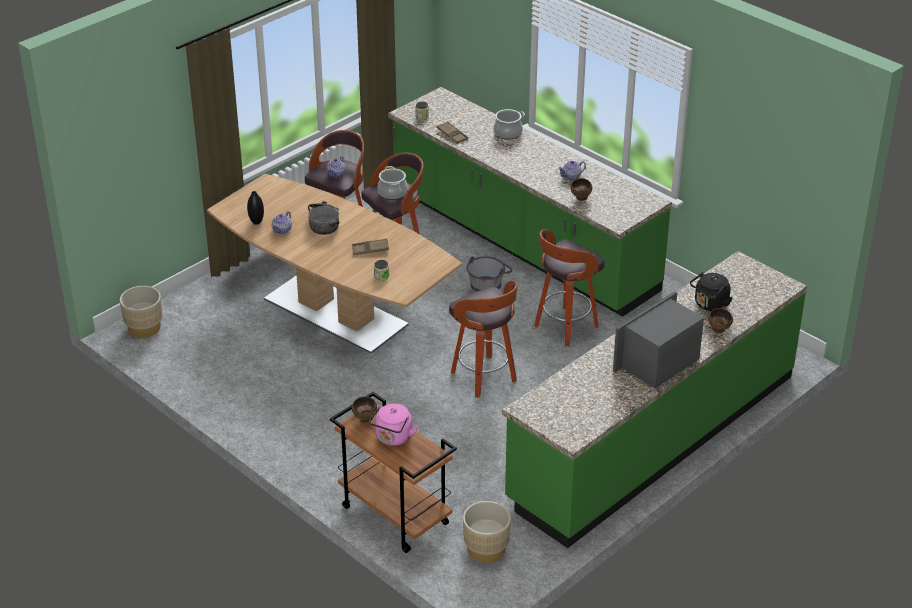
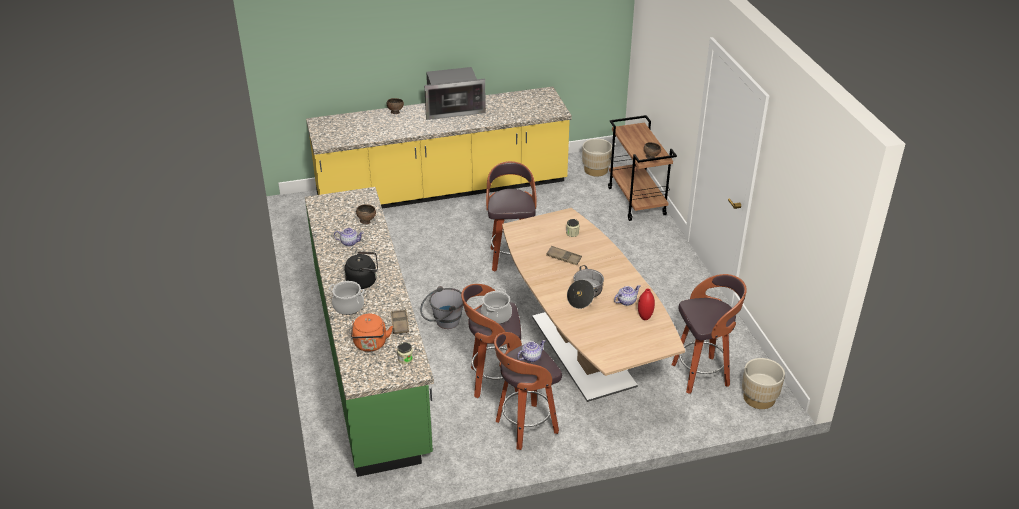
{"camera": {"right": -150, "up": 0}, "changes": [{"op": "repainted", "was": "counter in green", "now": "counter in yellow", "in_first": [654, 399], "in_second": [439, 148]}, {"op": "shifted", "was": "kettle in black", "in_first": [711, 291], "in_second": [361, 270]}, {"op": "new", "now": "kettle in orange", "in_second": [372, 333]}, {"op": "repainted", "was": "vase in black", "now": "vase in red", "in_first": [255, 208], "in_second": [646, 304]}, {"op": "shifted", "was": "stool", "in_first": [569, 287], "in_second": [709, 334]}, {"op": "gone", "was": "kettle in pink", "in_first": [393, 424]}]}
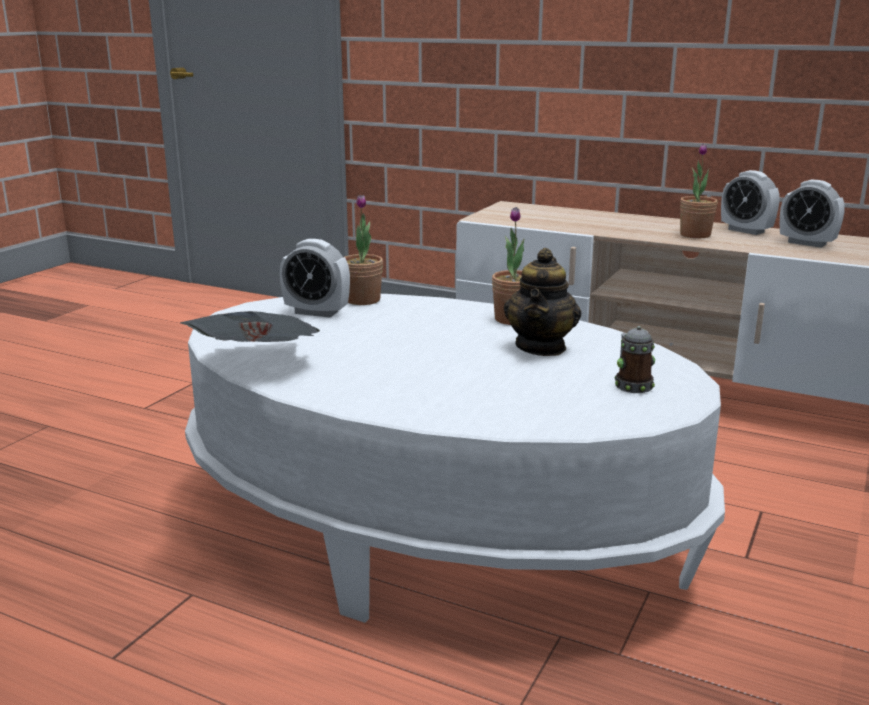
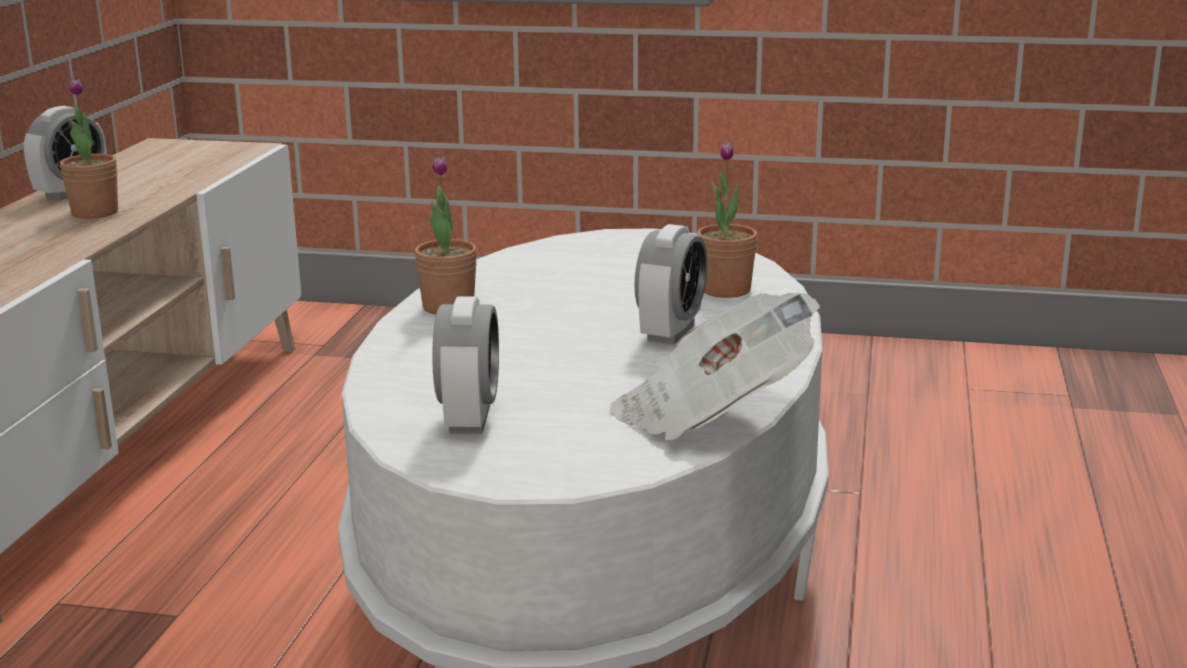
{"camera": {"right": -105, "up": 0}, "changes": [{"op": "shifted", "was": "alarm clock", "in_first": [812, 213], "in_second": [670, 284]}, {"op": "shifted", "was": "potted plant", "in_first": [363, 250], "in_second": [727, 219]}, {"op": "gone", "was": "teapot", "in_first": [542, 302]}, {"op": "gone", "was": "mug", "in_first": [635, 359]}]}
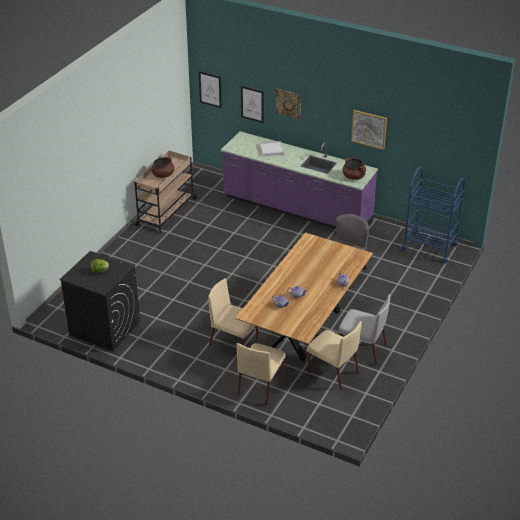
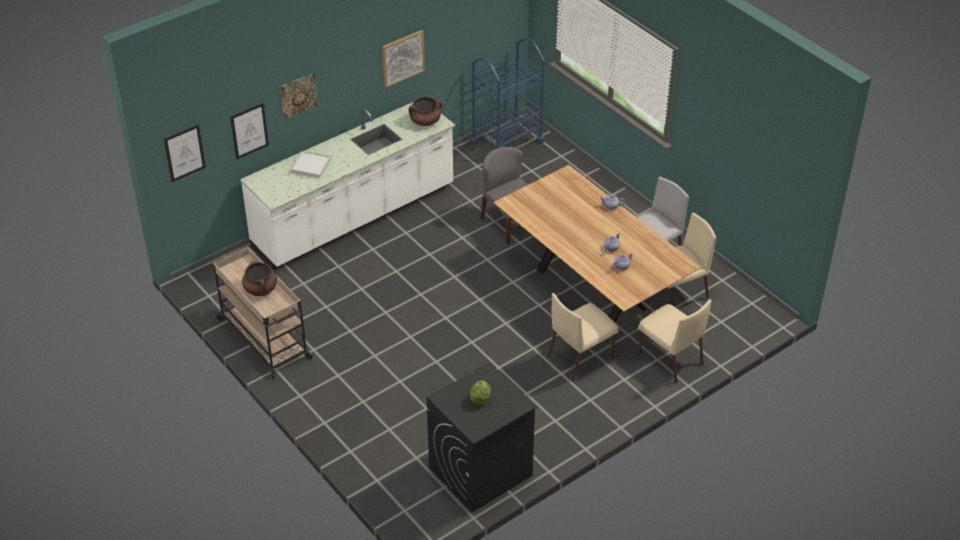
{"camera": {"right": -65, "up": 5}, "changes": [{"op": "repainted", "was": "counter in purple", "now": "counter in white", "in_first": [299, 180], "in_second": [347, 186]}]}
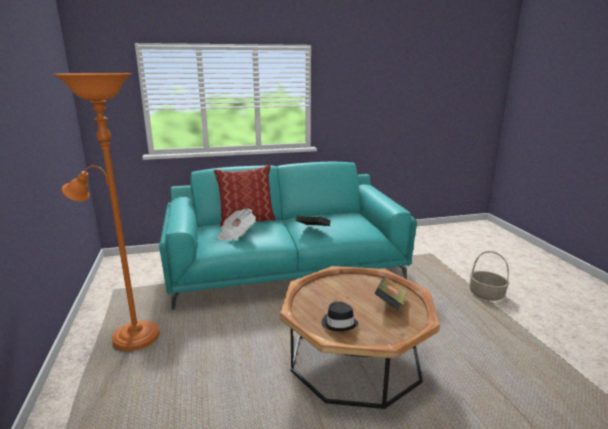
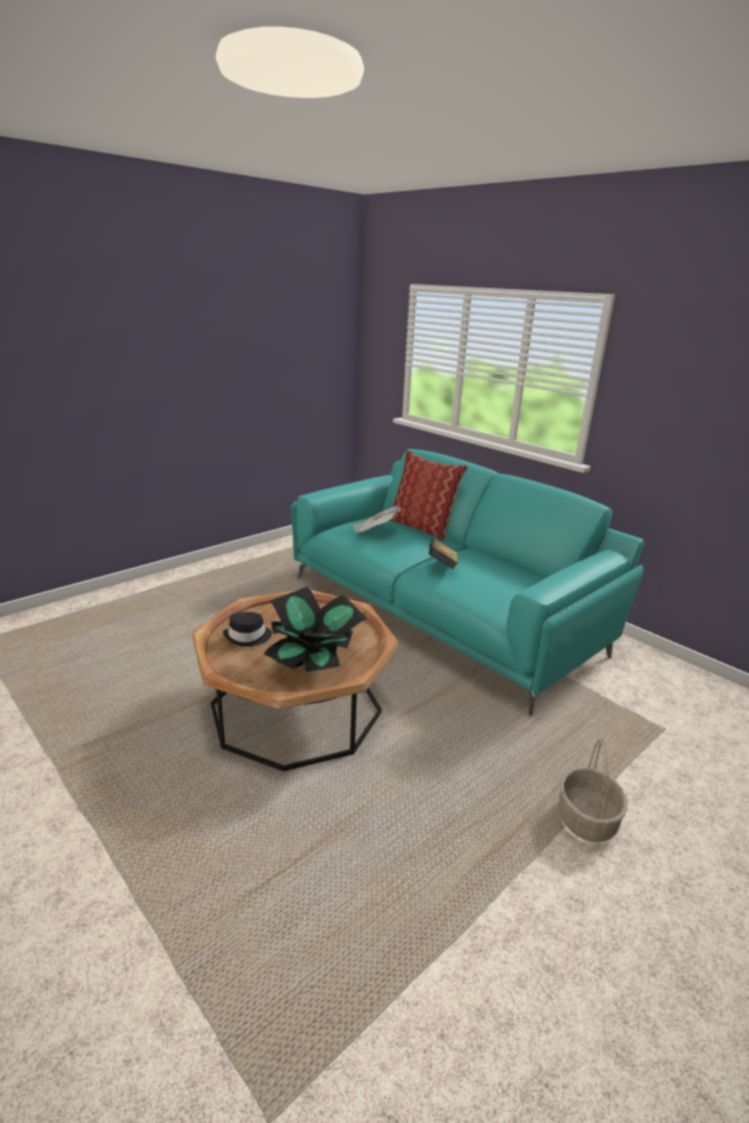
{"camera": {"right": 60, "up": 5}, "changes": [{"op": "swapped", "was": "book", "now": "potted plant", "in_first": [390, 294], "in_second": [315, 629]}, {"op": "gone", "was": "floor lamp in orange", "in_first": [106, 212]}]}
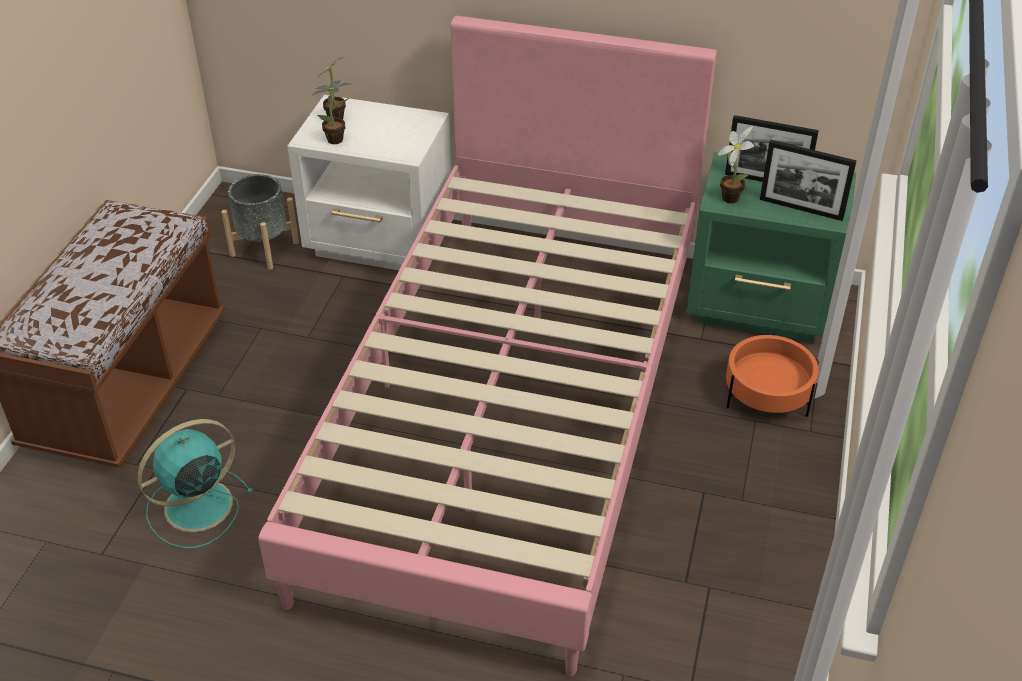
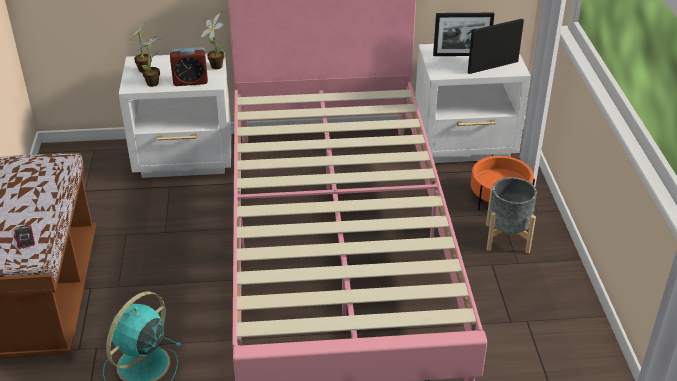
{"camera": {"right": -20, "up": -5}, "changes": [{"op": "new", "now": "phone", "in_second": [24, 236]}, {"op": "new", "now": "alarm clock", "in_second": [189, 66]}, {"op": "shifted", "was": "potted plant", "in_first": [736, 165], "in_second": [212, 41]}, {"op": "repainted", "was": "nightstand in green", "now": "nightstand in white", "in_first": [771, 247], "in_second": [473, 103]}, {"op": "rotated", "was": "picture frame", "in_first": [808, 180], "in_second": [496, 46], "clockwise": 150}, {"op": "shifted", "was": "planter in grey", "in_first": [260, 222], "in_second": [511, 215]}]}
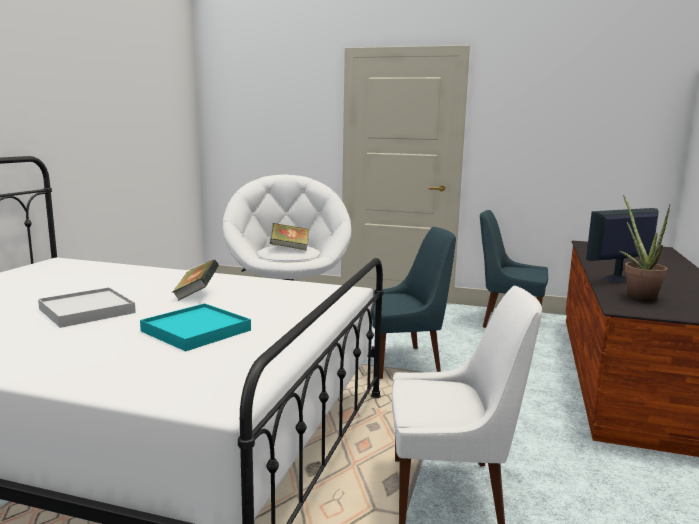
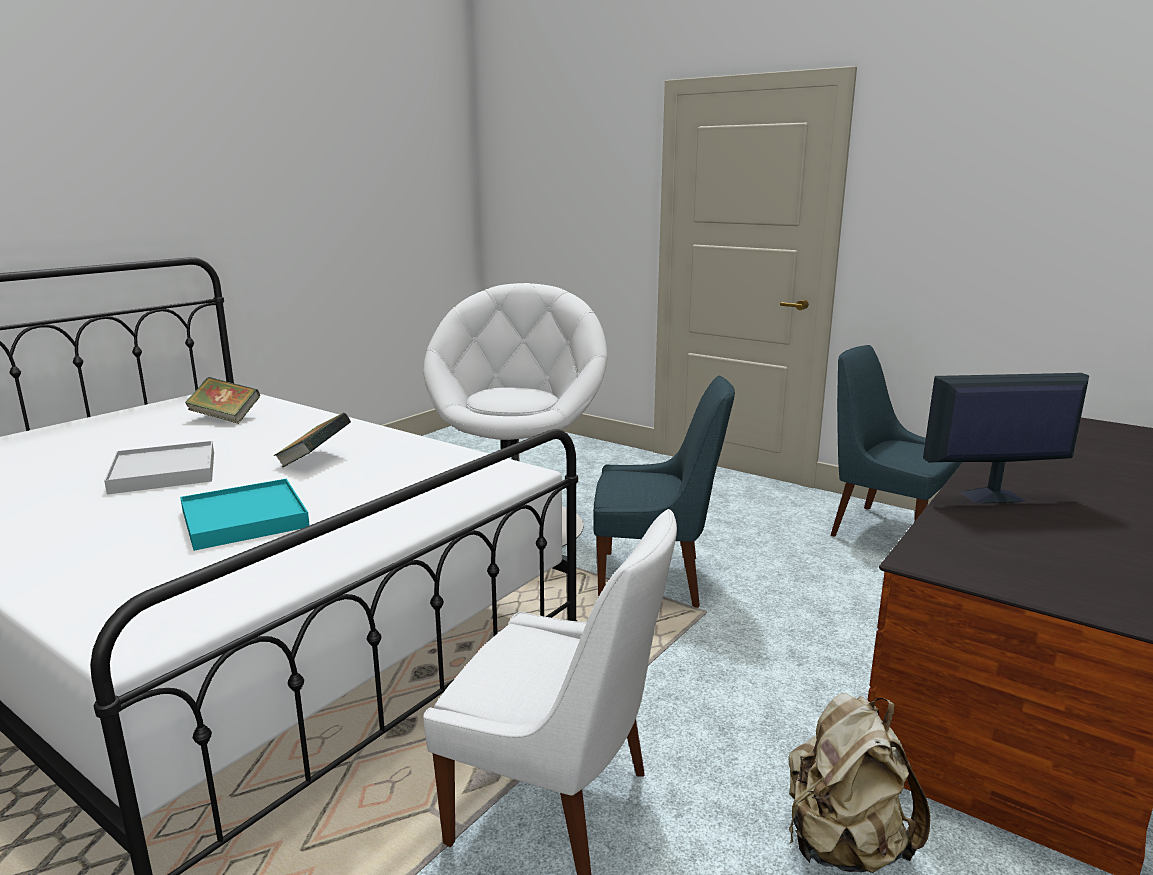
{"camera": {"right": 20, "up": 5}, "changes": [{"op": "shifted", "was": "book", "in_first": [289, 237], "in_second": [222, 400]}, {"op": "new", "now": "backpack in beige", "in_second": [859, 783]}, {"op": "gone", "was": "potted plant", "in_first": [644, 248]}]}
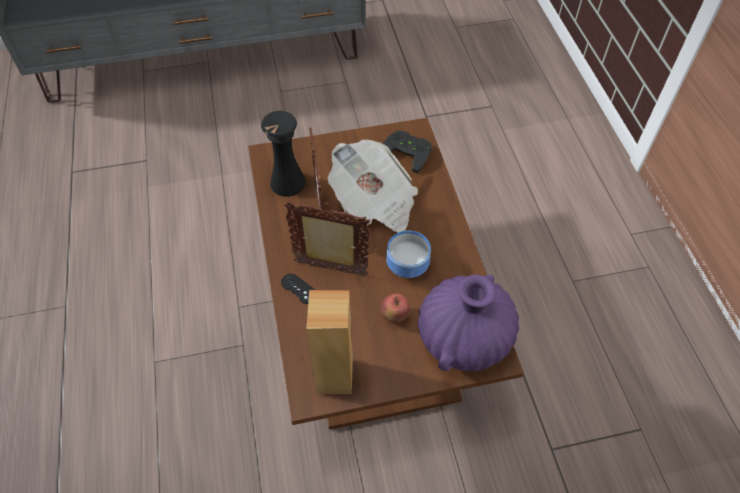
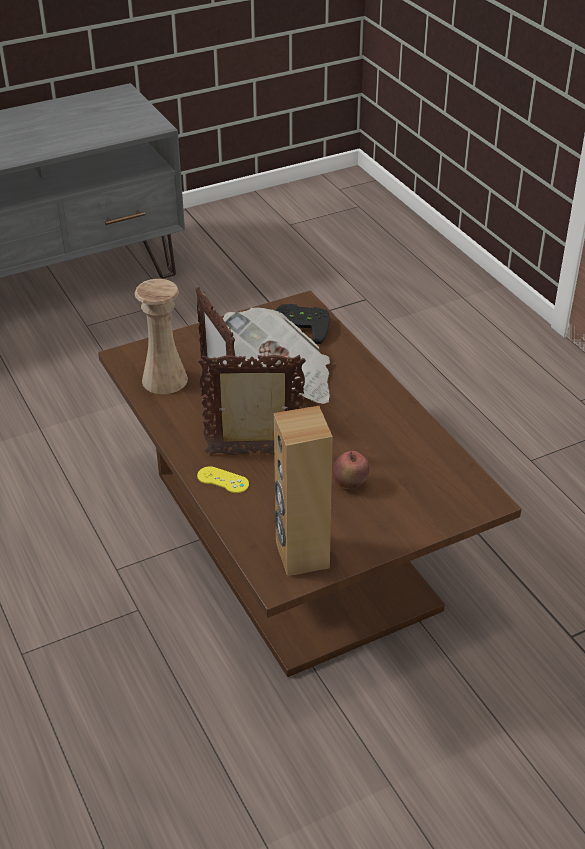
{"camera": {"right": -15, "up": -15}, "changes": [{"op": "repainted", "was": "vase in black", "now": "vase in beige", "in_first": [283, 154], "in_second": [161, 336]}, {"op": "repainted", "was": "game controller in black", "now": "game controller in yellow", "in_first": [298, 289], "in_second": [223, 479]}, {"op": "gone", "was": "bowl", "in_first": [408, 254]}, {"op": "gone", "was": "vase in purple", "in_first": [468, 323]}]}
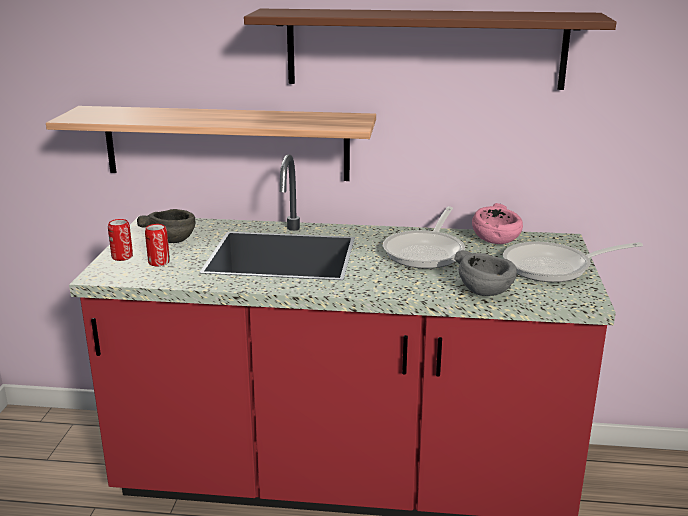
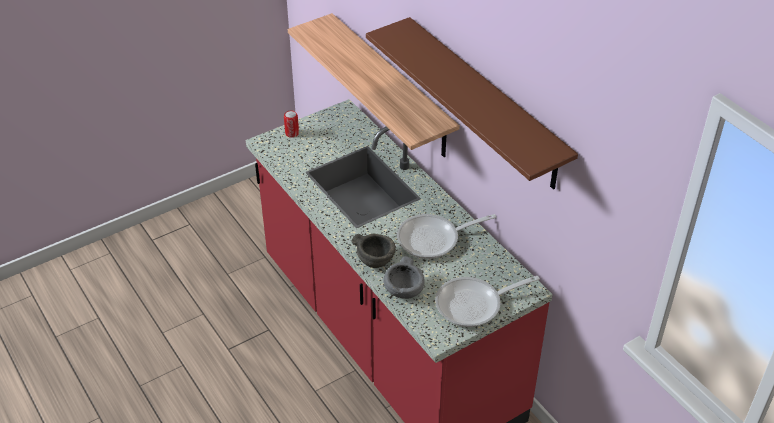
{"camera": {"right": 50, "up": 20}, "changes": [{"op": "shifted", "was": "bowl in grey", "in_first": [166, 226], "in_second": [374, 251]}, {"op": "rotated", "was": "frying pan", "in_first": [573, 262], "in_second": [487, 301], "clockwise": -60}, {"op": "gone", "was": "can", "in_first": [157, 245]}, {"op": "gone", "was": "bowl in pink", "in_first": [497, 223]}]}
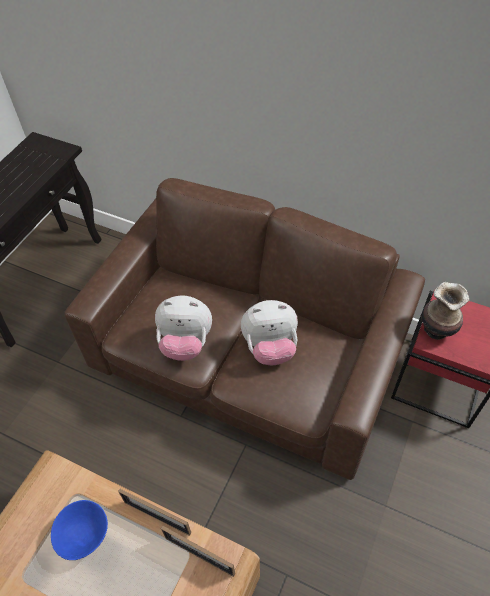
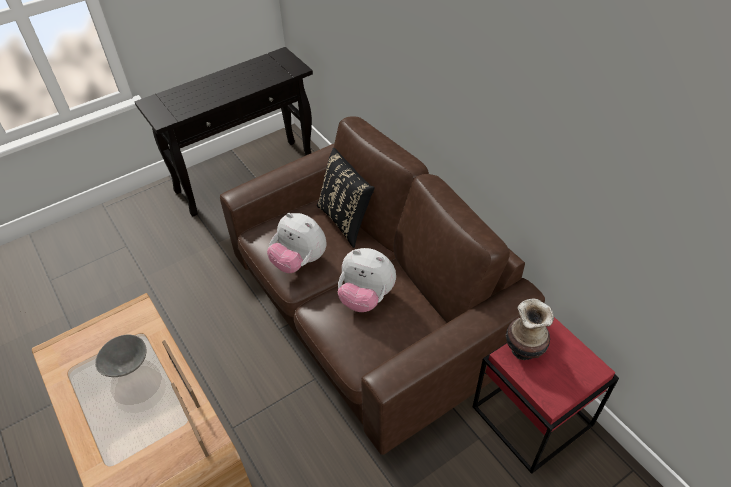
{"camera": {"right": 30, "up": -5}, "changes": [{"op": "repainted", "was": "bowl in blue", "now": "bowl in grey", "in_first": [79, 530], "in_second": [120, 355]}, {"op": "new", "now": "pillow in black", "in_second": [345, 198]}]}
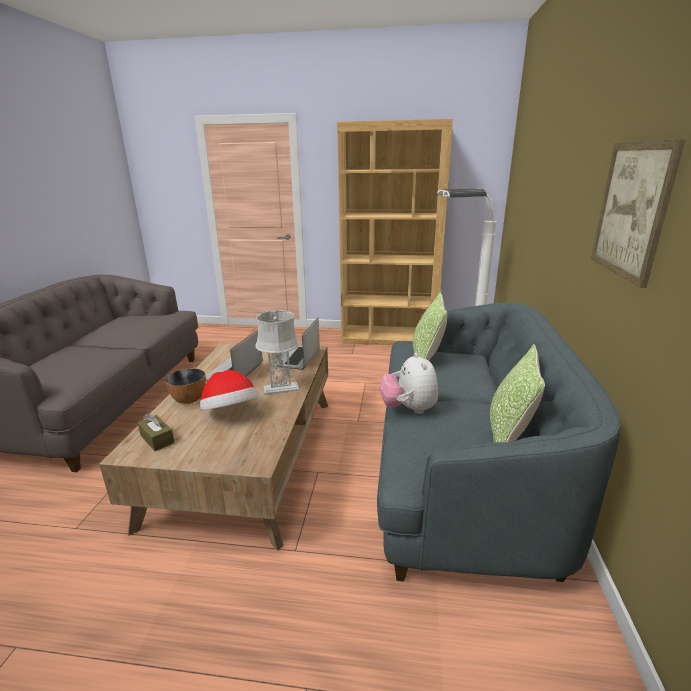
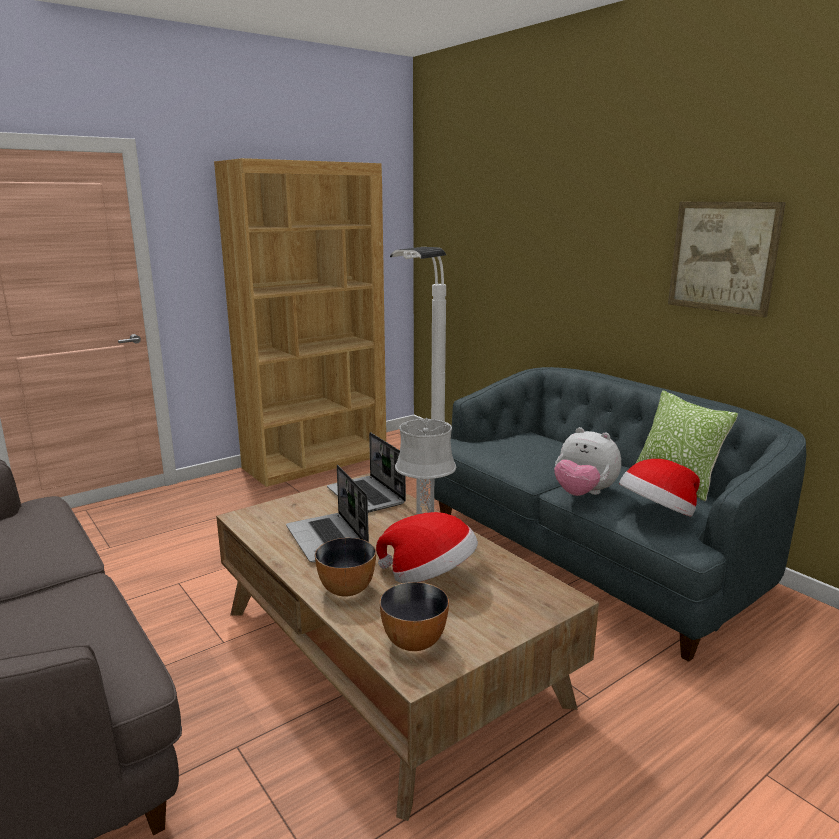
{"camera": {"right": -45, "up": -5}, "changes": [{"op": "swapped", "was": "tissue box in brown", "now": "bowl", "in_first": [156, 432], "in_second": [414, 616]}, {"op": "new", "now": "hat", "in_second": [659, 488]}, {"op": "gone", "was": "pillow", "in_first": [430, 326]}]}
